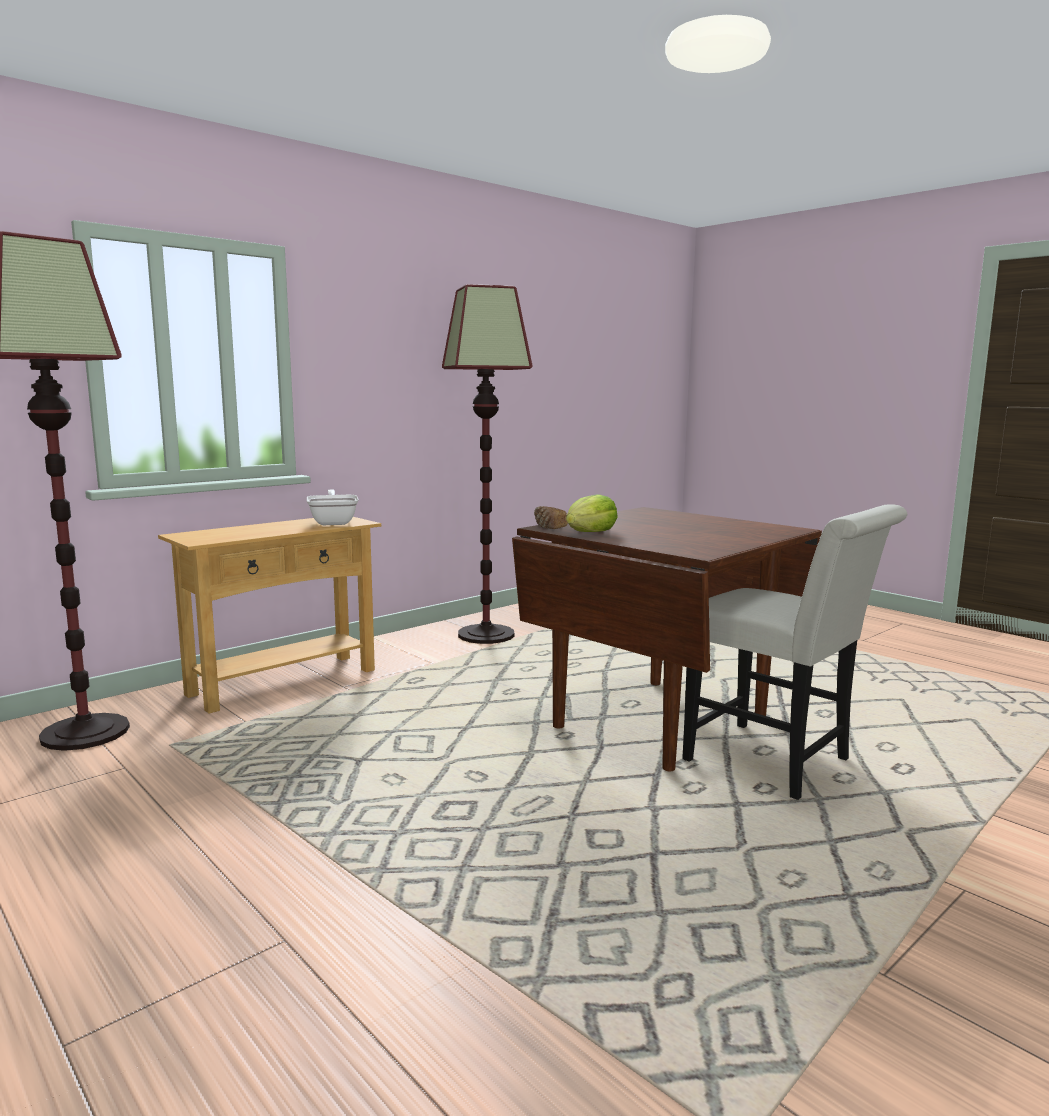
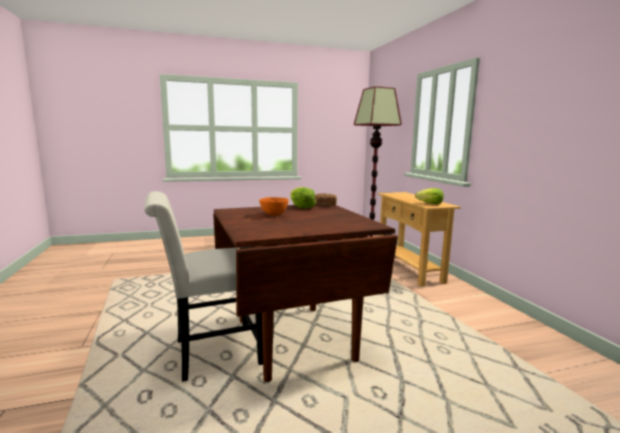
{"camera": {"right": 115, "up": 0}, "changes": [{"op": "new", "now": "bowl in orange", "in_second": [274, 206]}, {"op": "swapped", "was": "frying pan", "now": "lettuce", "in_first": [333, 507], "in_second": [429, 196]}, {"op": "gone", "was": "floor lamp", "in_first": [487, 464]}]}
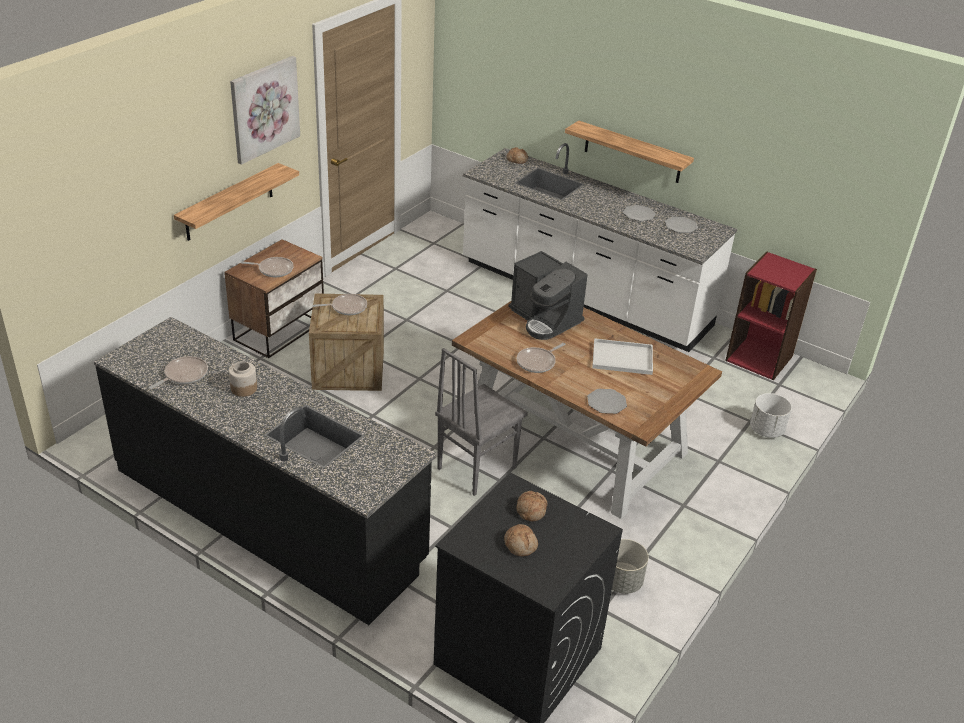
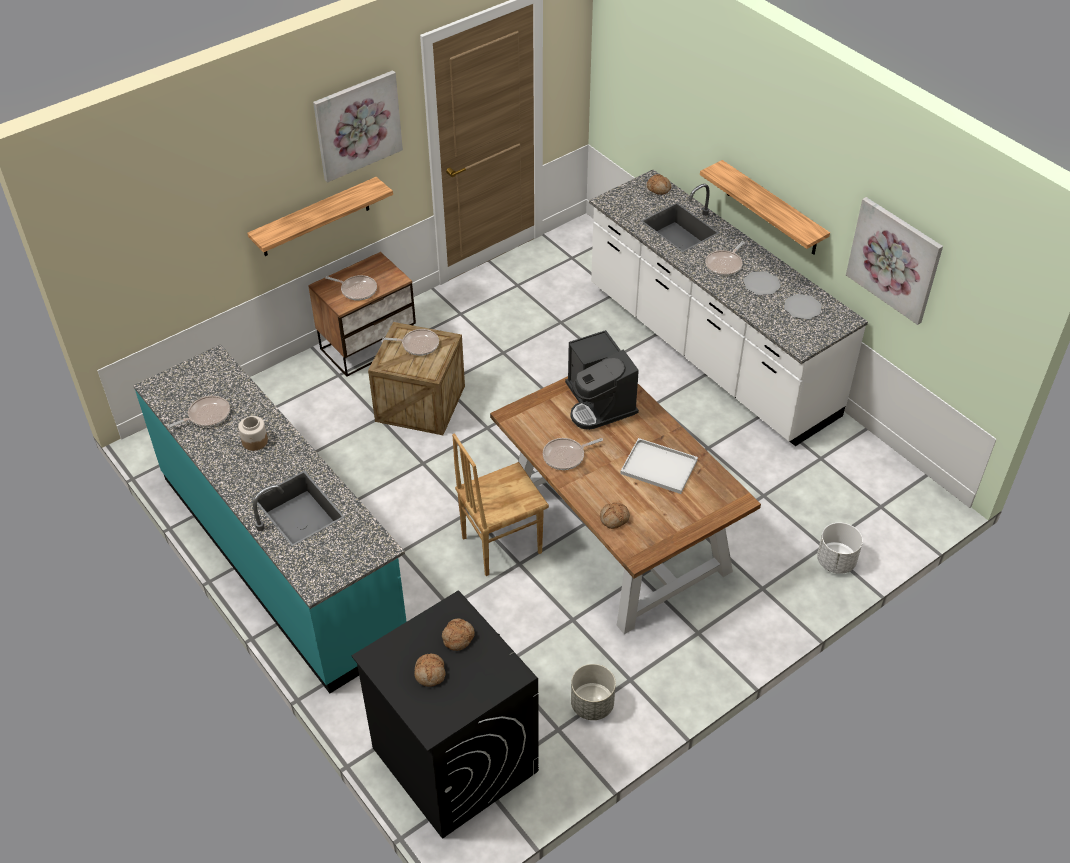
{"camera": {"right": 20, "up": 10}, "changes": [{"op": "repainted", "was": "counter in black", "now": "counter in turquoise", "in_first": [265, 471], "in_second": [270, 518]}, {"op": "repainted", "was": "chair in grey", "now": "chair in brown", "in_first": [481, 422], "in_second": [500, 504]}, {"op": "swapped", "was": "plate", "now": "bread", "in_first": [607, 401], "in_second": [615, 516]}, {"op": "new", "now": "frying pan", "in_second": [725, 258]}, {"op": "new", "now": "picture", "in_second": [894, 261]}, {"op": "gone", "was": "bookcase in red", "in_first": [771, 315]}]}
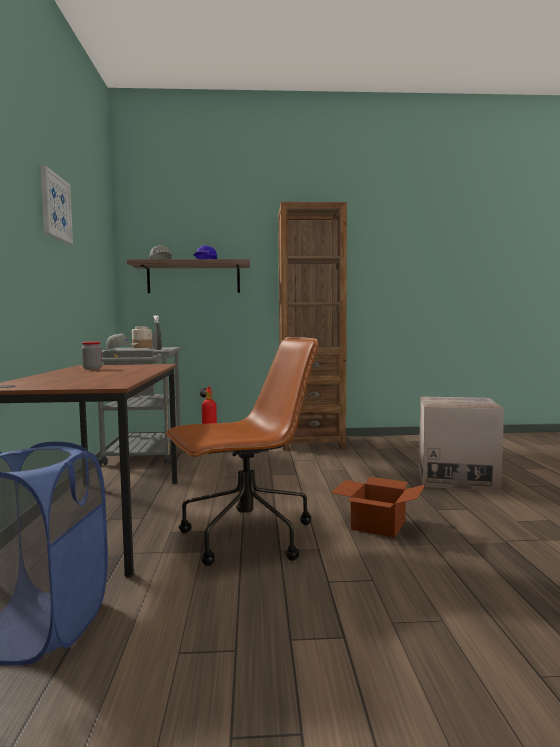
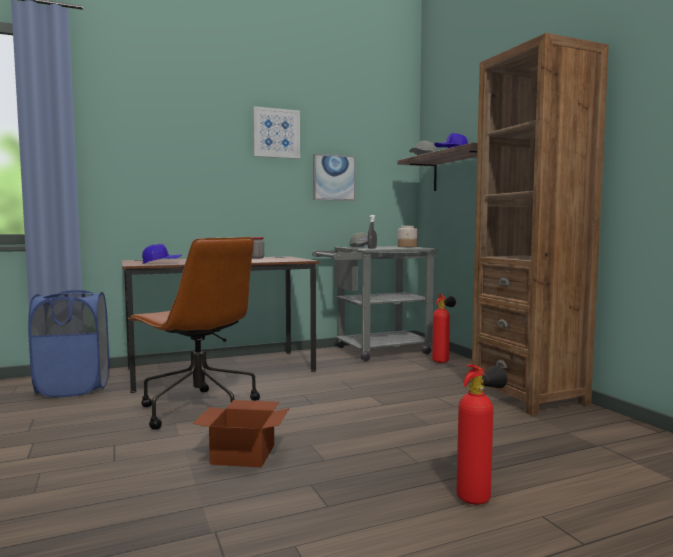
{"camera": {"right": 70, "up": 0}, "changes": [{"op": "new", "now": "cap in blue", "in_second": [162, 254]}, {"op": "new", "now": "picture", "in_second": [334, 177]}, {"op": "swapped", "was": "cardboard box", "now": "fire extinguisher", "in_first": [461, 444], "in_second": [482, 434]}]}
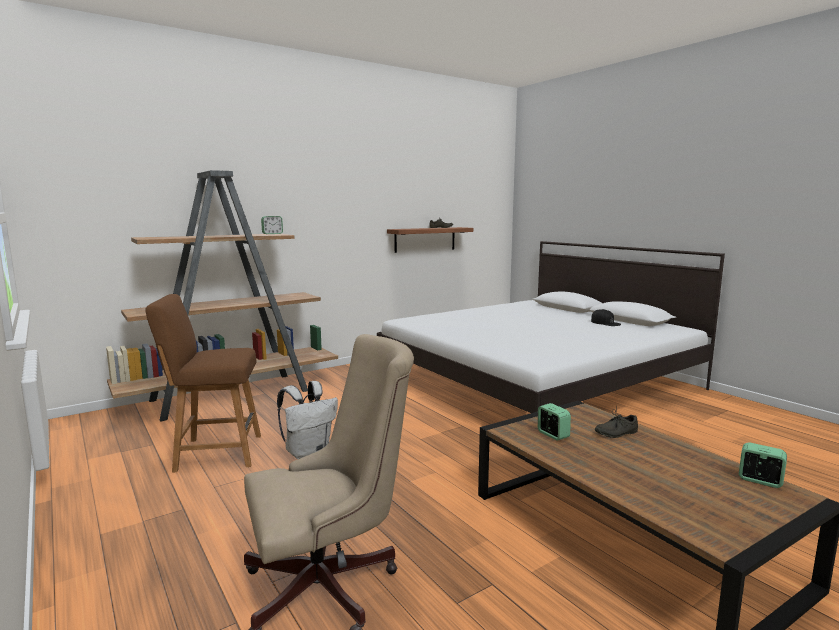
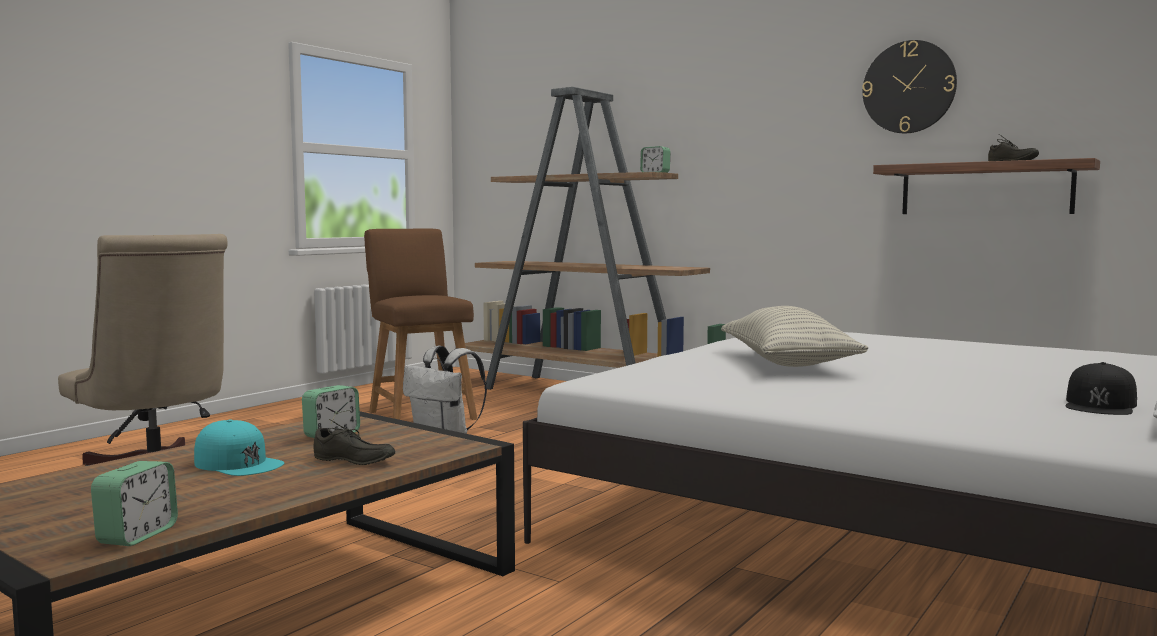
{"camera": {"right": 70, "up": -5}, "changes": [{"op": "new", "now": "cap in turquoise", "in_second": [239, 447]}, {"op": "rotated", "was": "shoe in grey", "in_first": [616, 422], "in_second": [354, 442], "clockwise": 150}, {"op": "new", "now": "pillow", "in_second": [794, 336]}, {"op": "new", "now": "wall clock", "in_second": [909, 86]}]}
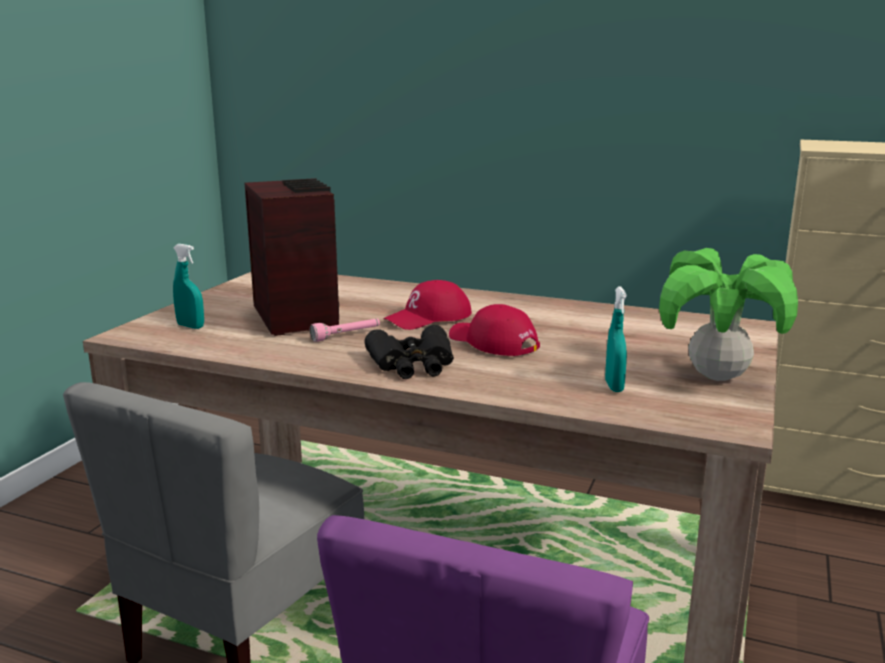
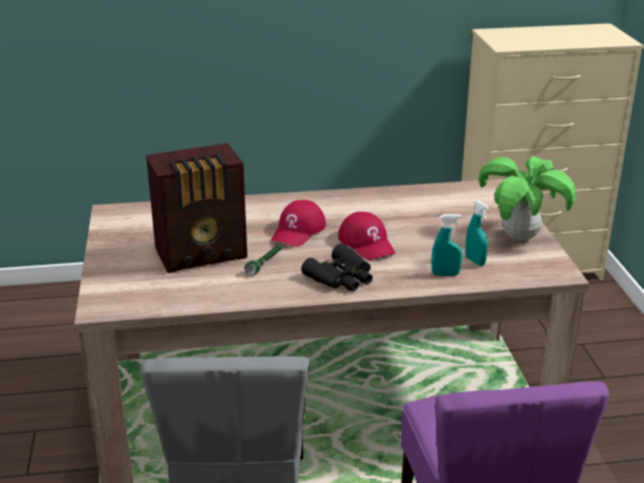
{"camera": {"right": -30, "up": 10}, "changes": [{"op": "rotated", "was": "radio", "in_first": [292, 257], "in_second": [196, 208], "clockwise": 120}, {"op": "repainted", "was": "flashlight in pink", "now": "flashlight in green", "in_first": [345, 330], "in_second": [263, 260]}, {"op": "rotated", "was": "cap in red", "in_first": [494, 330], "in_second": [366, 236], "clockwise": -135}, {"op": "shifted", "was": "spray bottle in turquoise", "in_first": [188, 286], "in_second": [446, 245]}]}
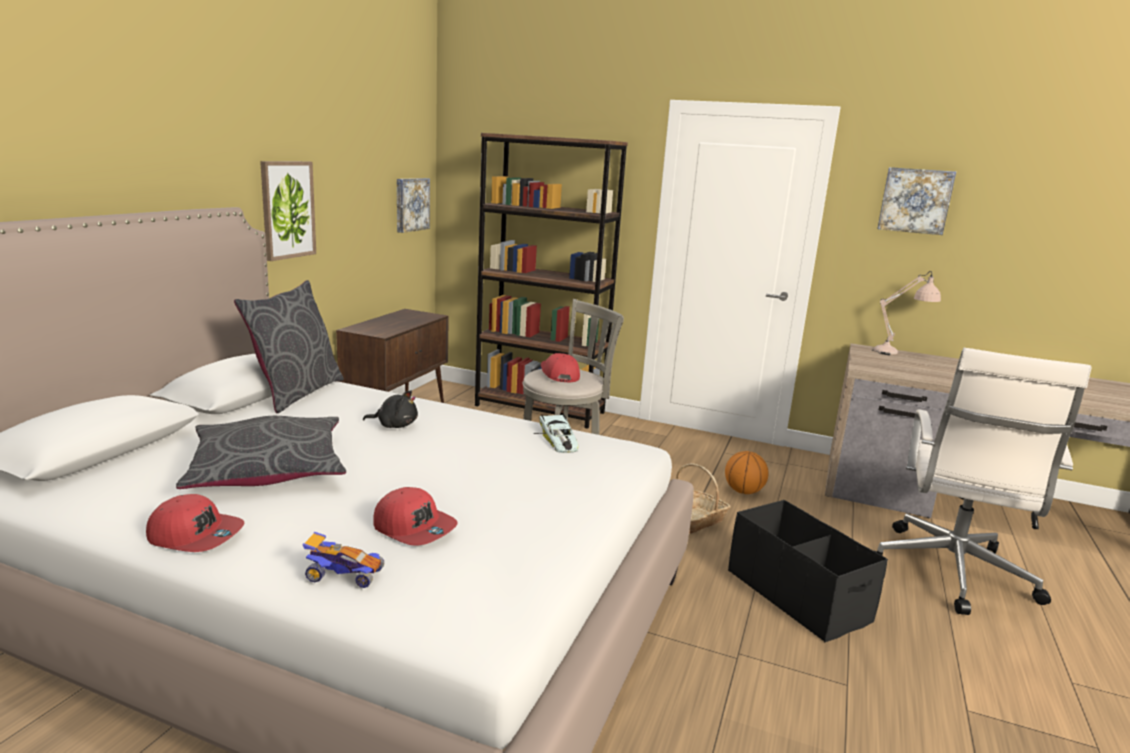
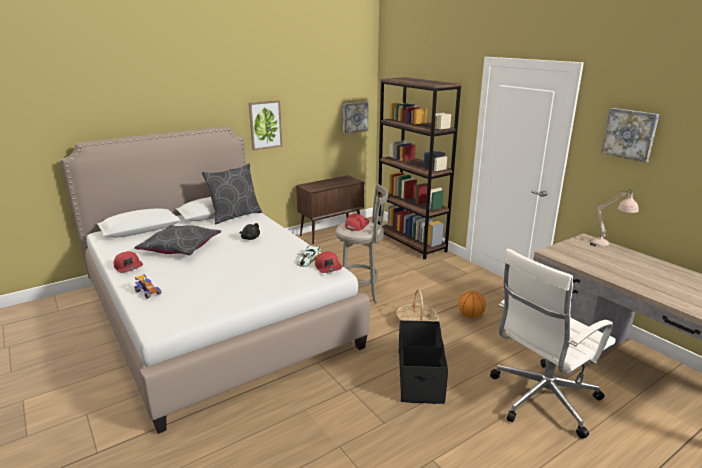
{"camera": {"right": 35, "up": 5}, "changes": [{"op": "shifted", "was": "cap in red", "in_first": [415, 516], "in_second": [328, 262]}]}
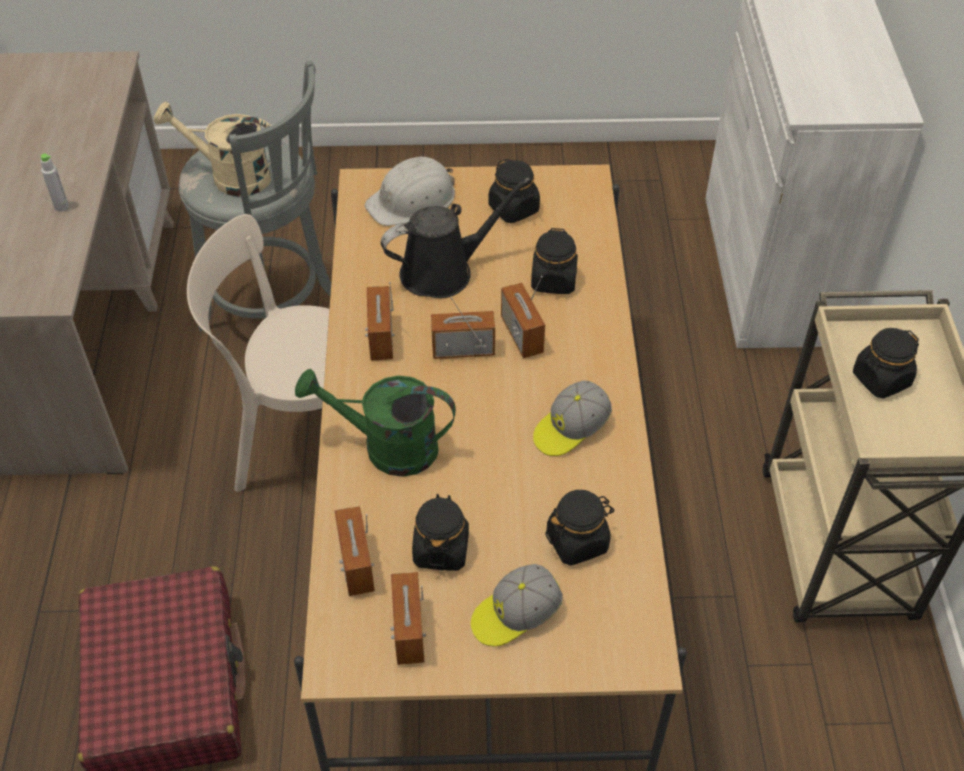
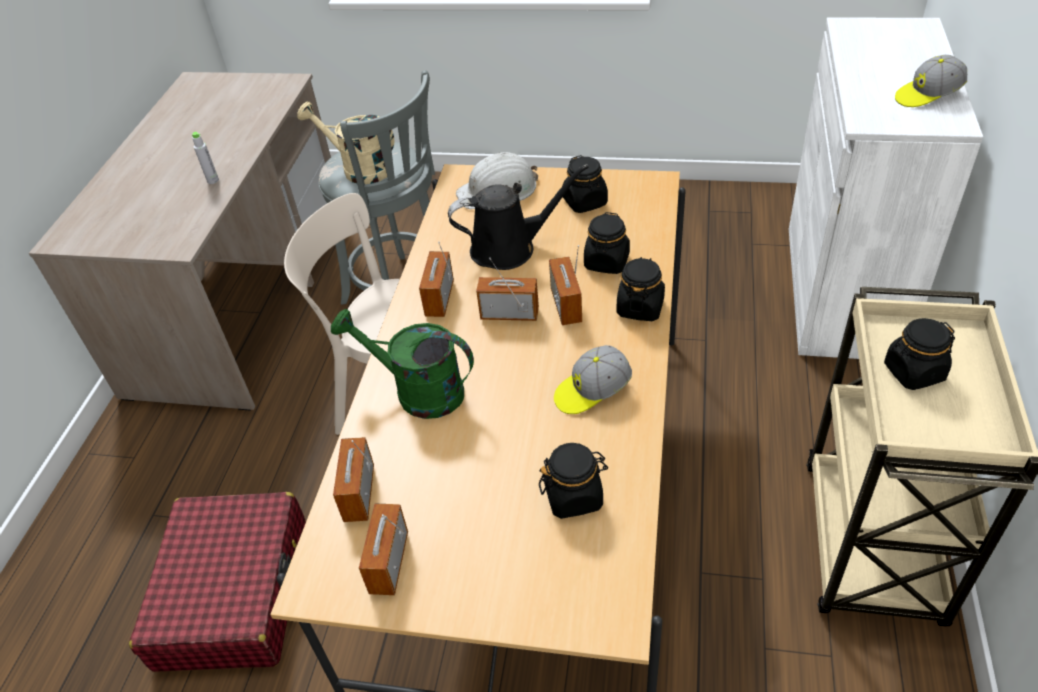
{"camera": {"right": 15, "up": -5}, "changes": [{"op": "shifted", "was": "jar in black", "in_first": [440, 532], "in_second": [641, 289]}, {"op": "shifted", "was": "cap", "in_first": [517, 605], "in_second": [931, 81]}]}
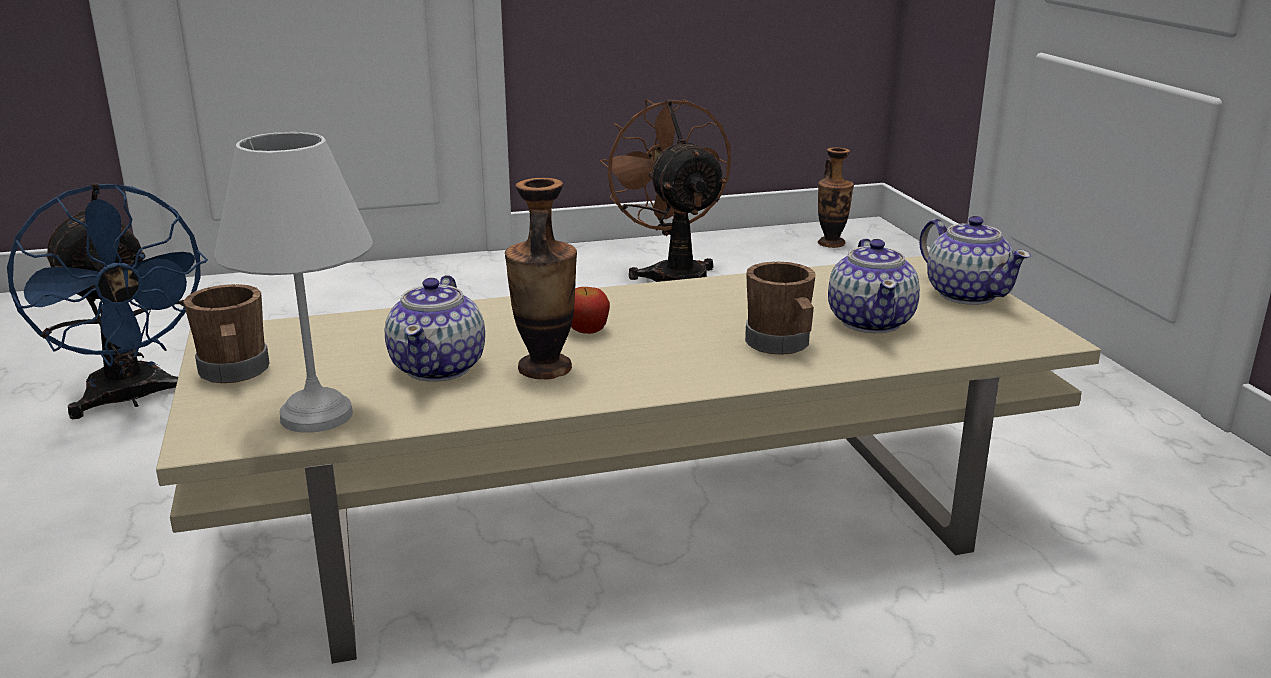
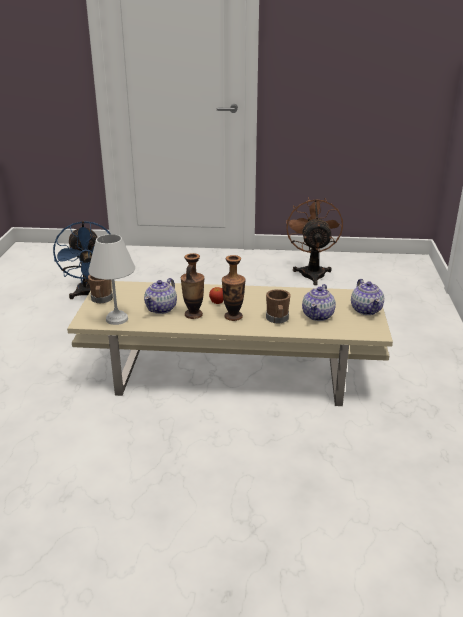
{"camera": {"right": 20, "up": 5}, "changes": [{"op": "shifted", "was": "vase", "in_first": [836, 197], "in_second": [234, 288]}]}
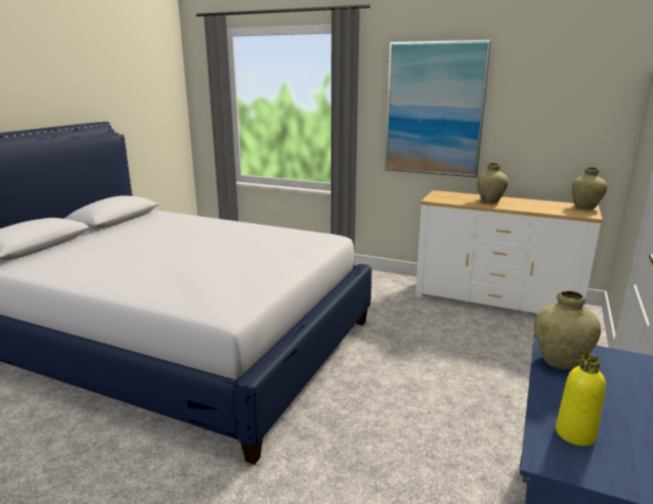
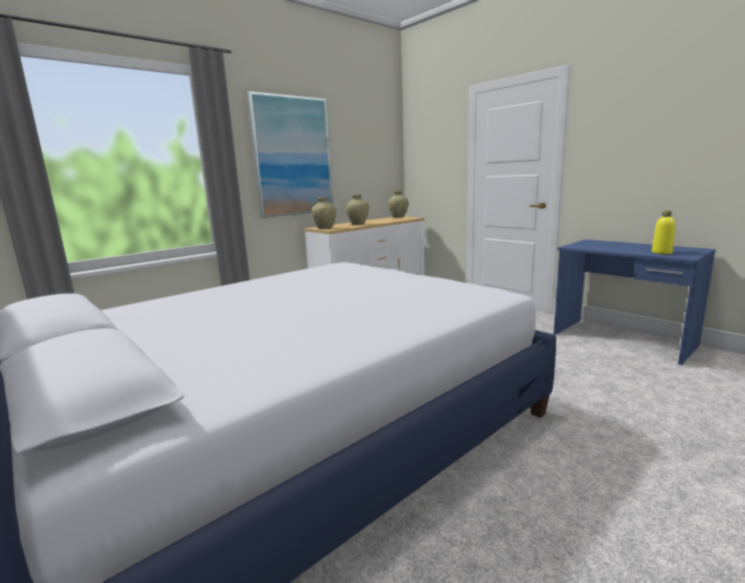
{"camera": {"right": -65, "up": -5}, "changes": [{"op": "shifted", "was": "vase in beige", "in_first": [567, 330], "in_second": [323, 212]}]}
